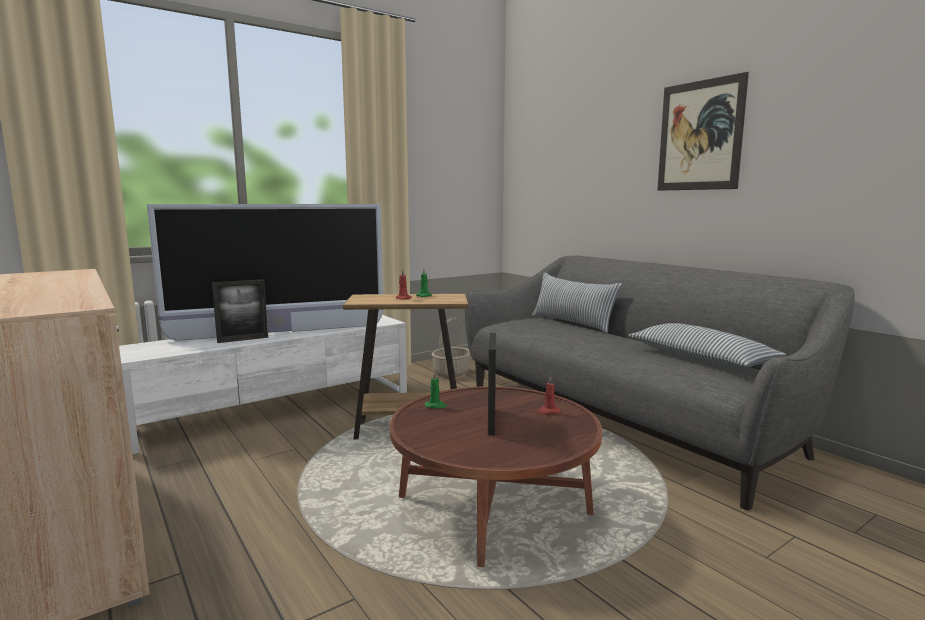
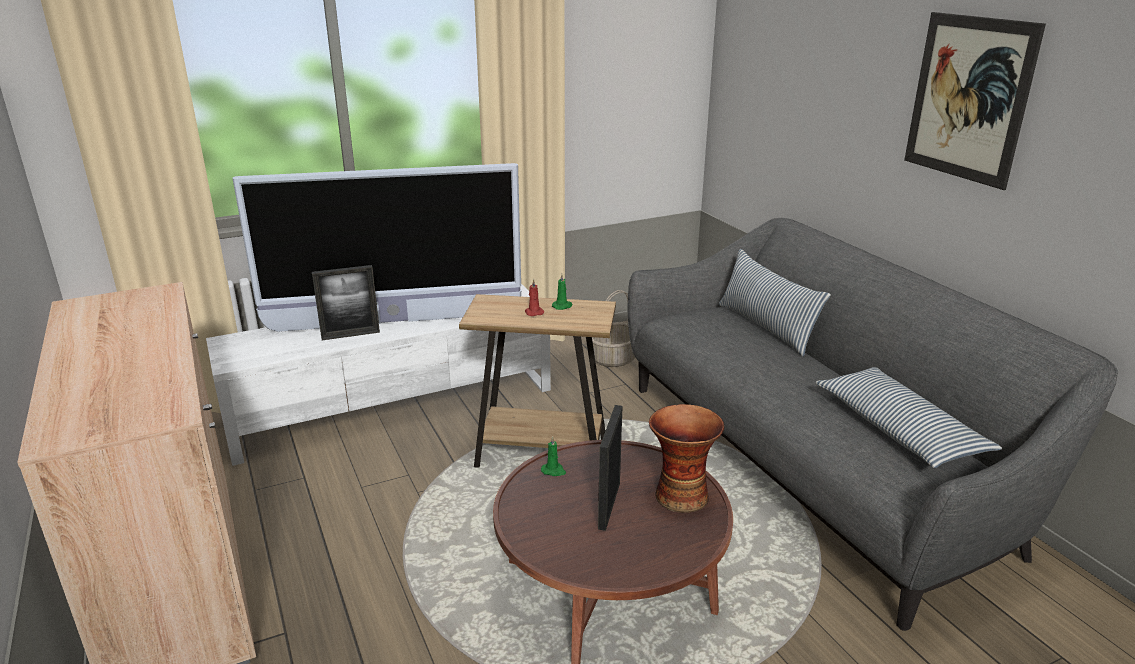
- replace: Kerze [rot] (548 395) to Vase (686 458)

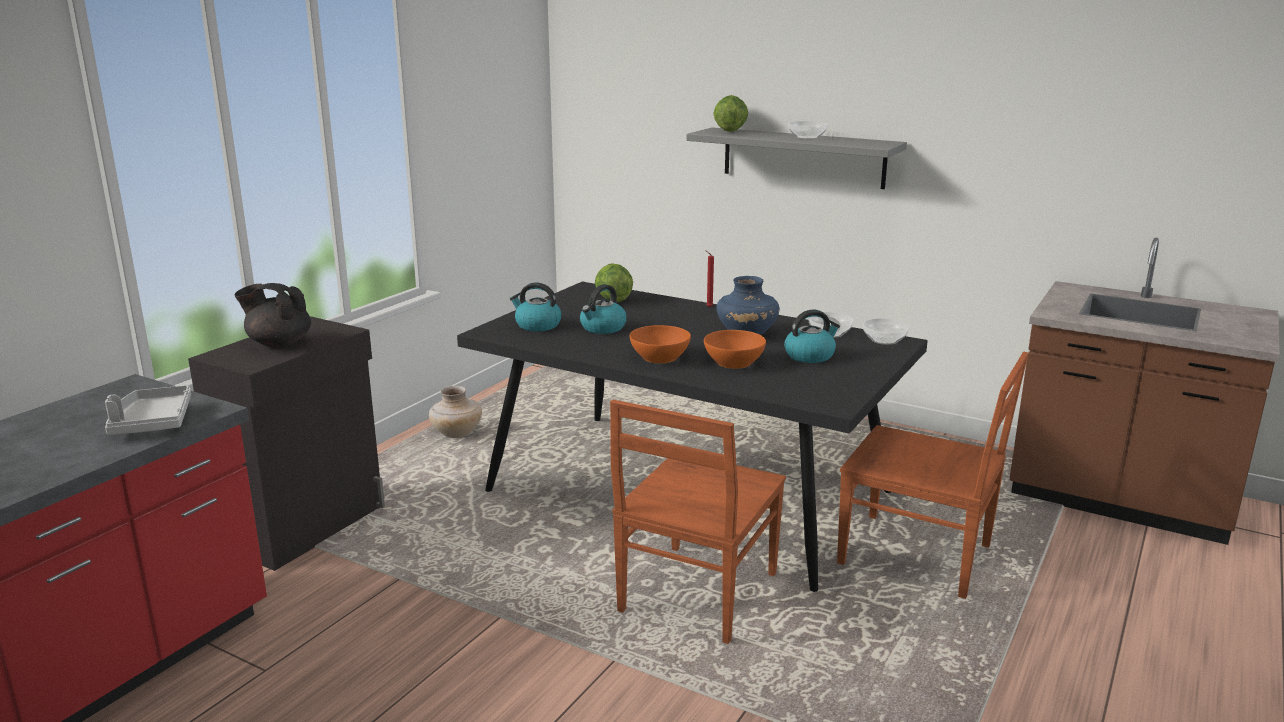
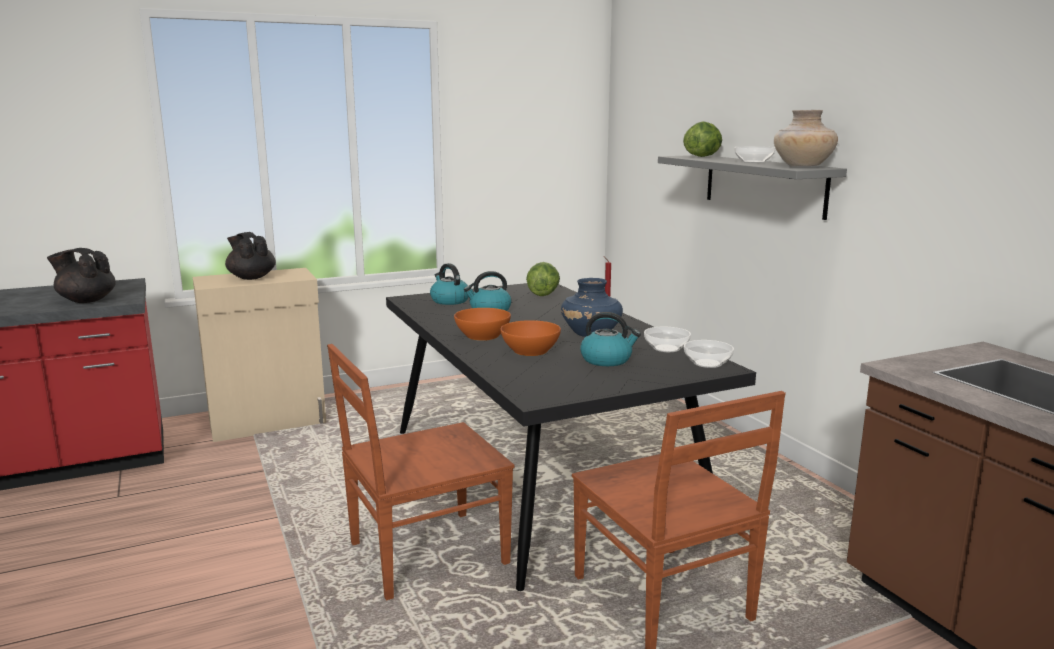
- replace: Tablett [grau] (148 410) to Teekanne [schwarz] (81 275)
- recolor: Schrank [schwarz] (286 443) to Schrank [beige] (259 355)
- move: Vase [beige] (455 412) to (806 138)

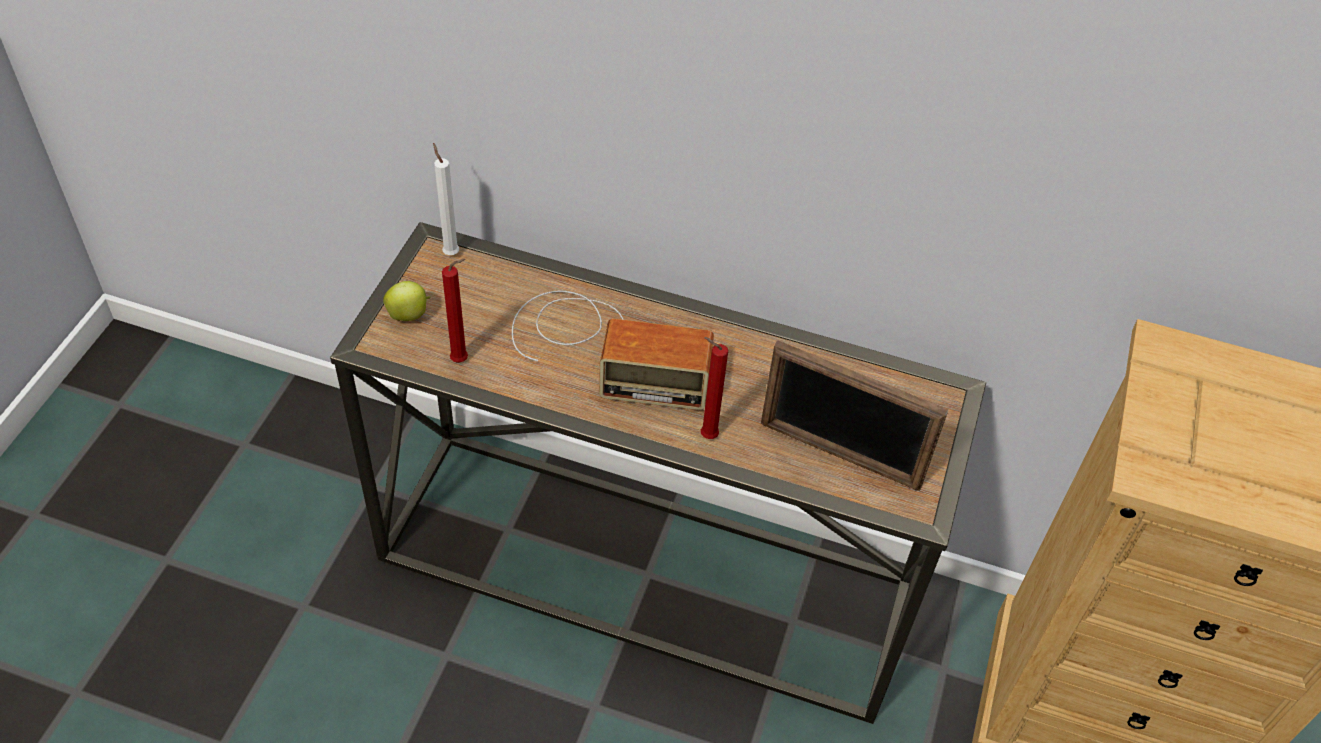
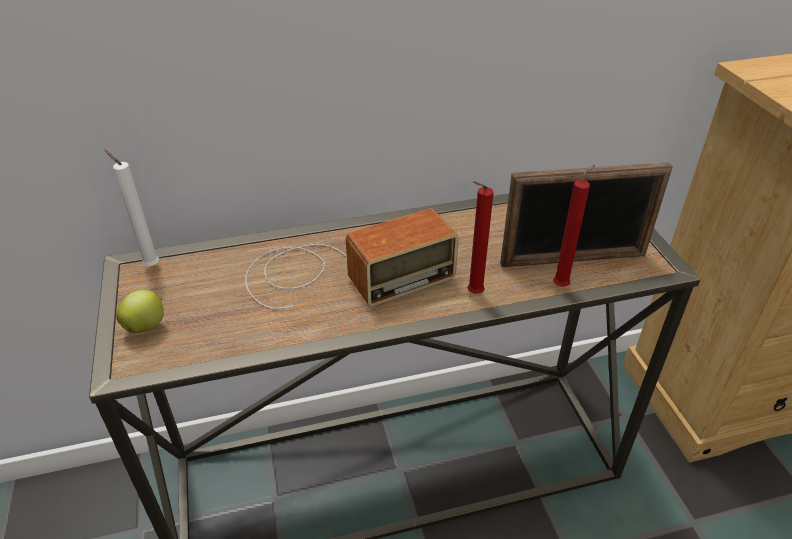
- move: Kerze [rot] (455 311) to (574 226)

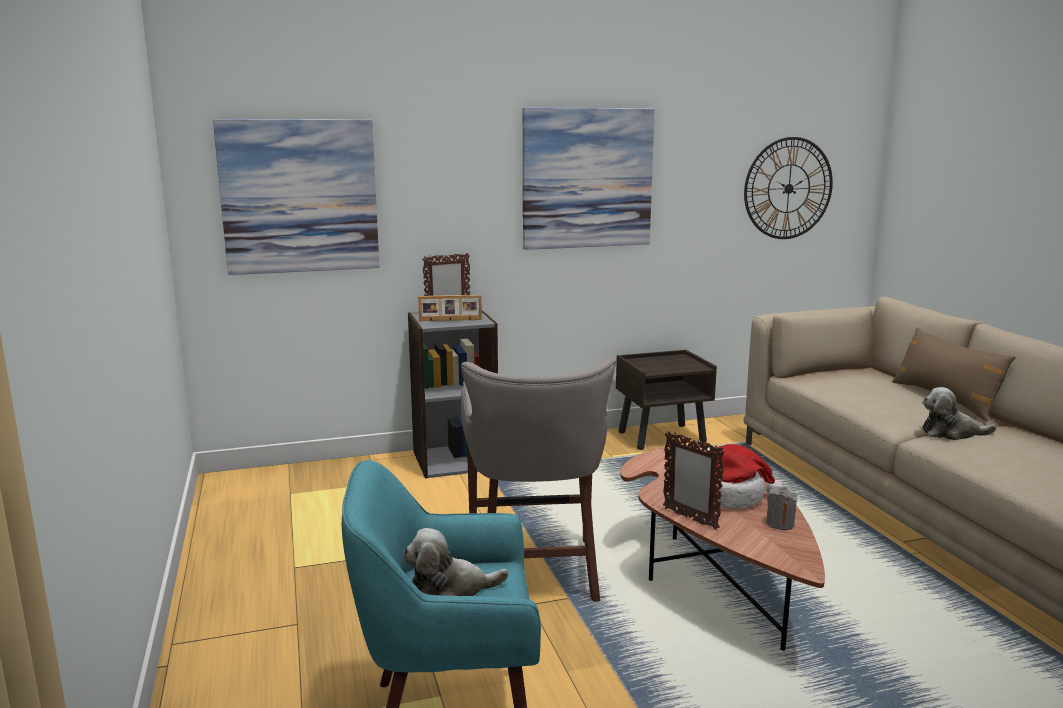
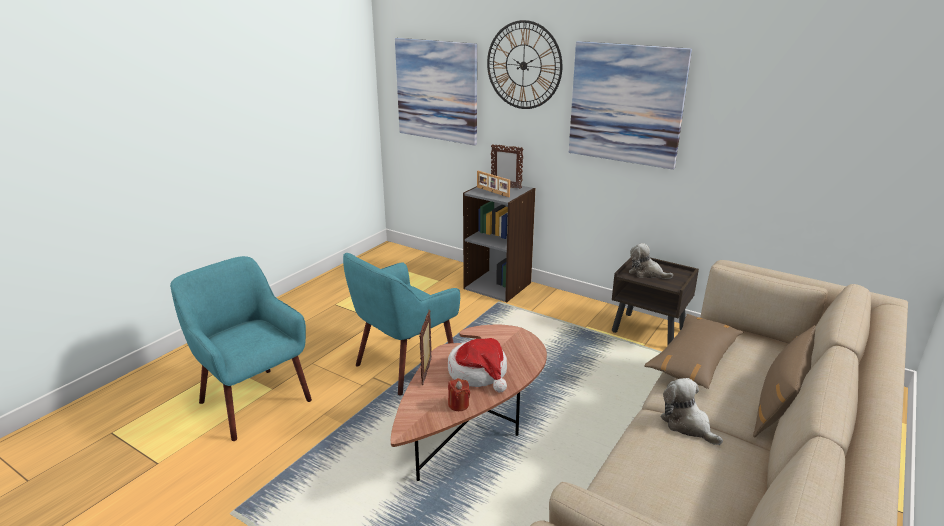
- replace: Hocker [grau] (538 480) to Sessel [türkis] (401 324)
- recolor: Kerze [grau] (782 508) to Kerze [rot] (459 394)
- move: Wanduhr (788 188) to (524 64)
- move: Plüschtier (456 562) to (651 261)
- insert: Kissen [braun] (693 351)

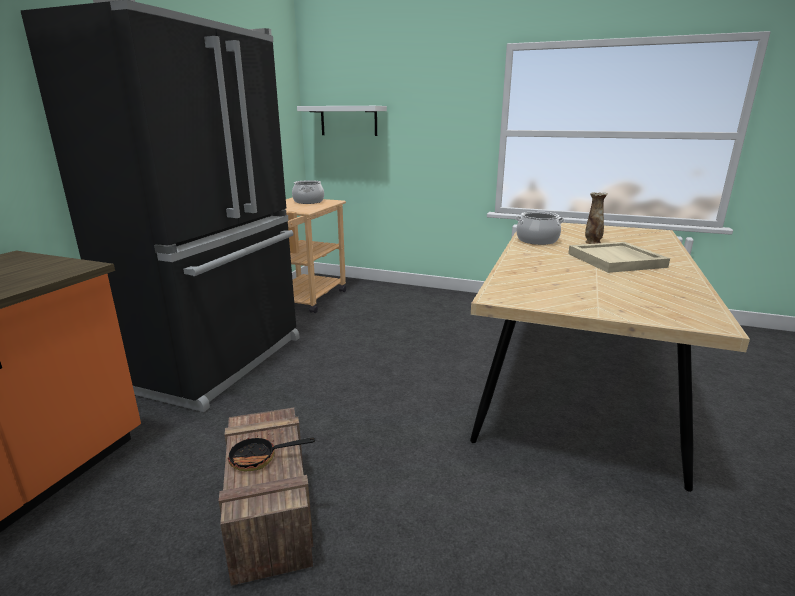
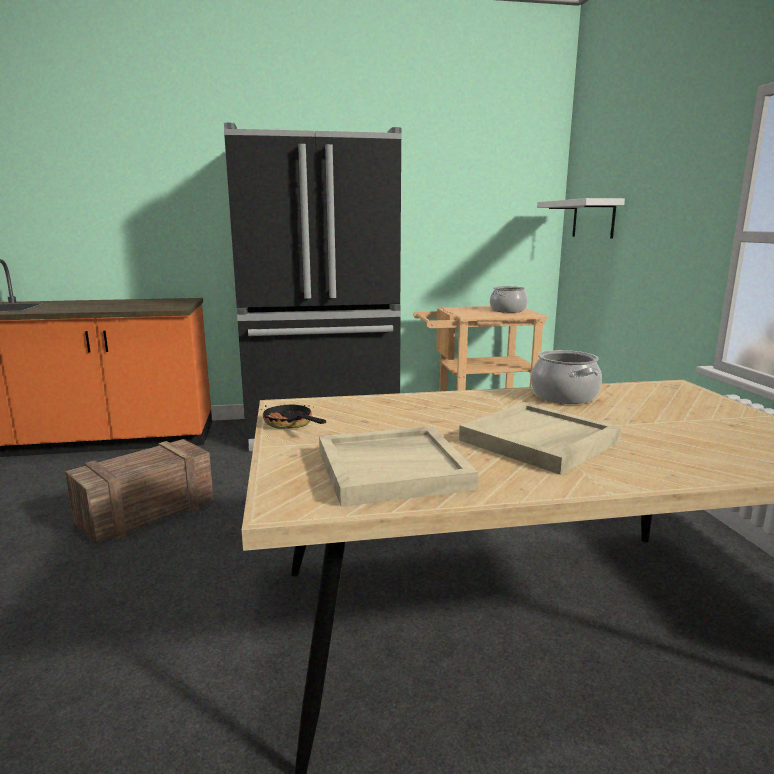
- move: Pfanne (271 450) to (293 415)
- insert: Tablett [beige] (398 466)
- delete: Vase (596 218)

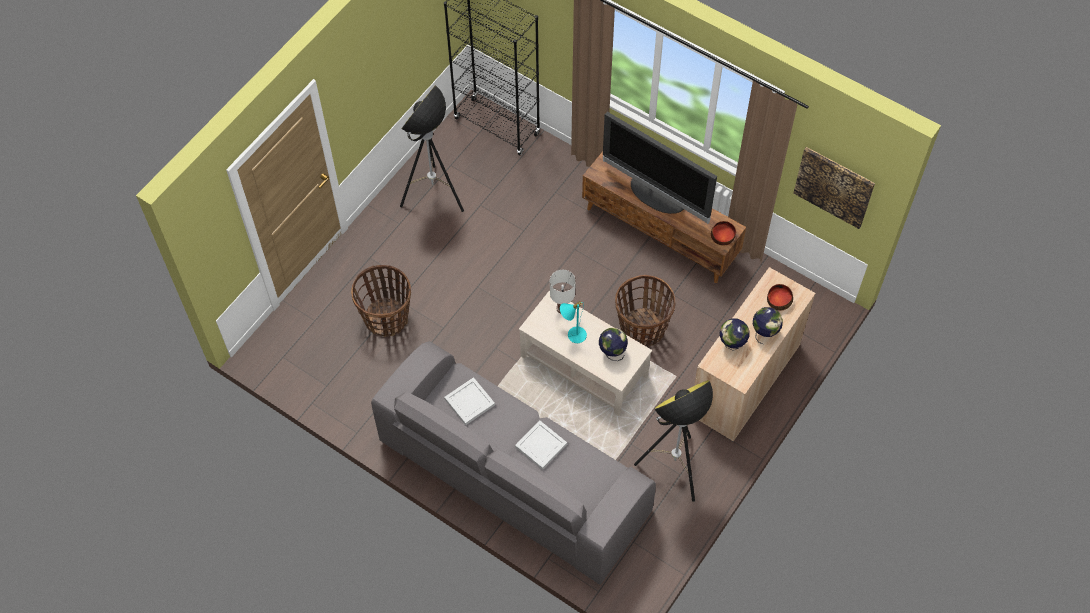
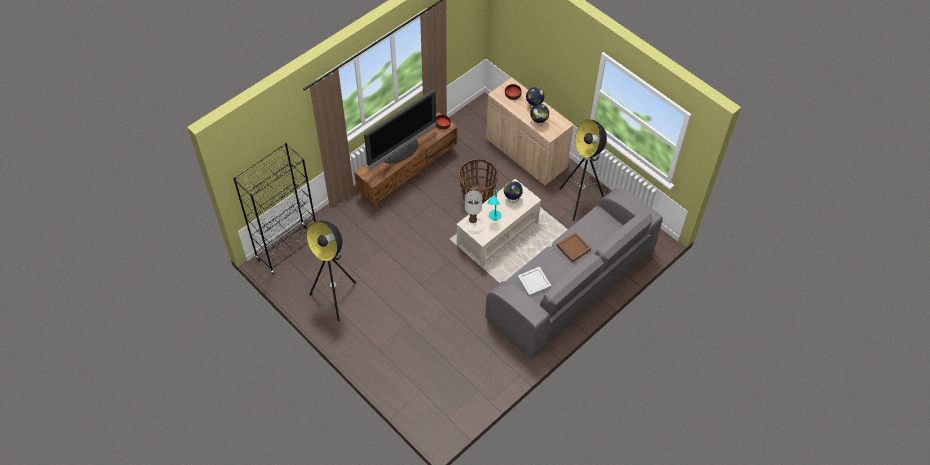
- recolor: Tablett [weiß] (541 445) to Tablett [braun] (574 247)
- delete: Korb (381 301)
- delete: Bild (834 188)

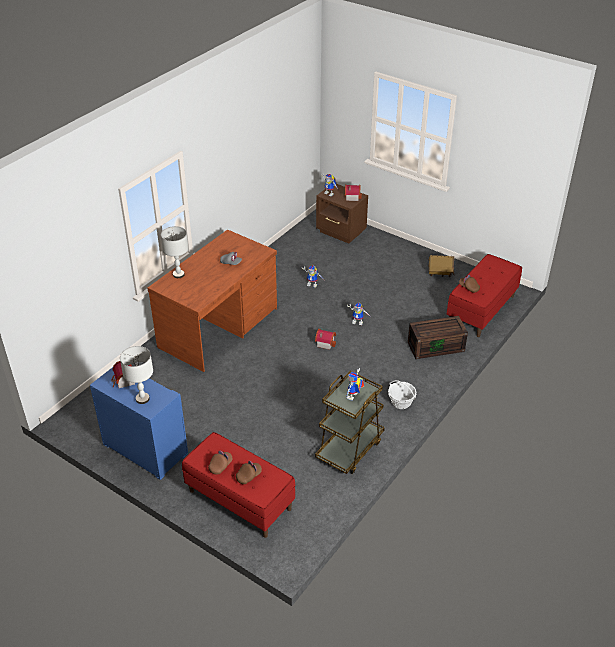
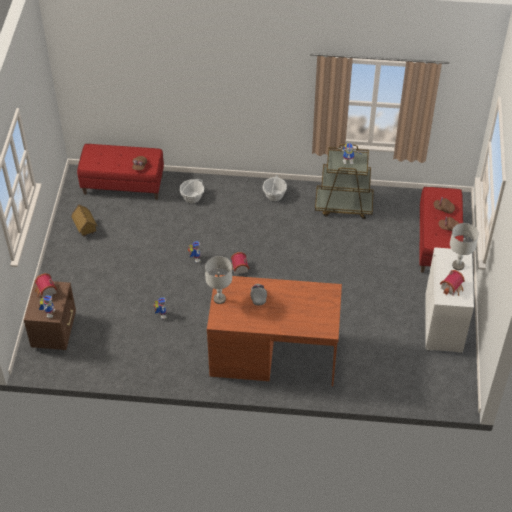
- replace: Aufbewahrungsbox [braun] (438 337) to Korb (192 191)
- move: Tischlampe [grau] (175 252) to (218 280)
- recolor: Kommode [blau] (139 423) to Kommode [weiß] (449 301)

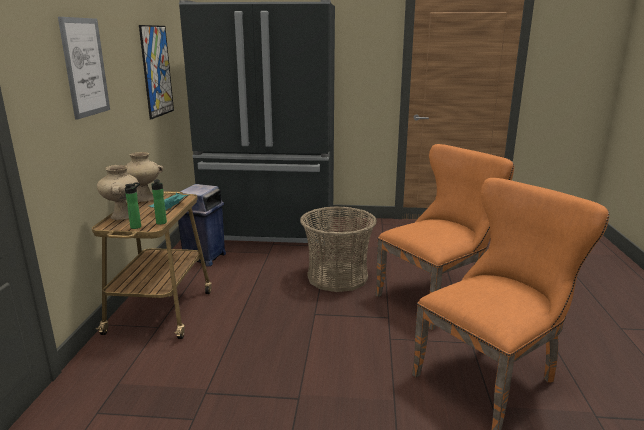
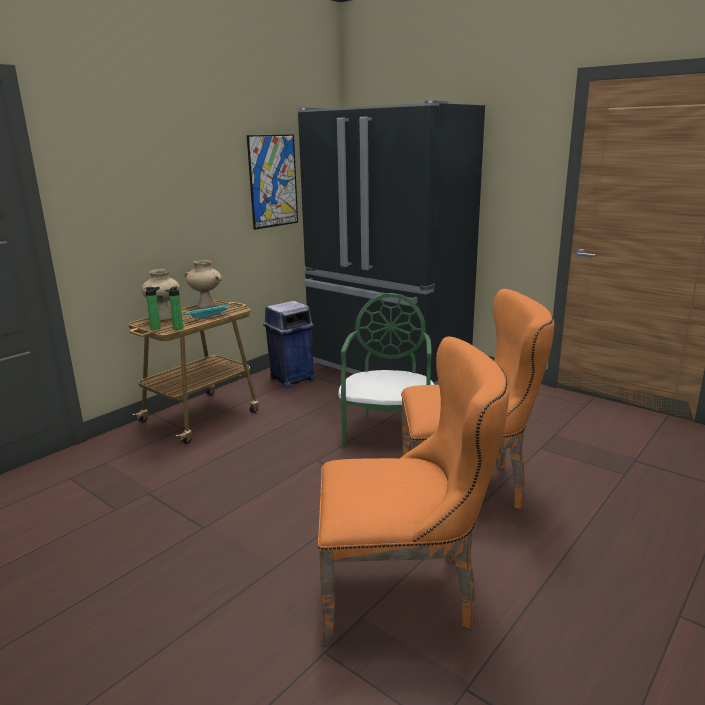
- replace: Korb (338 249) to Stuhl [grün] (386 370)
- delete: Bild (84 68)

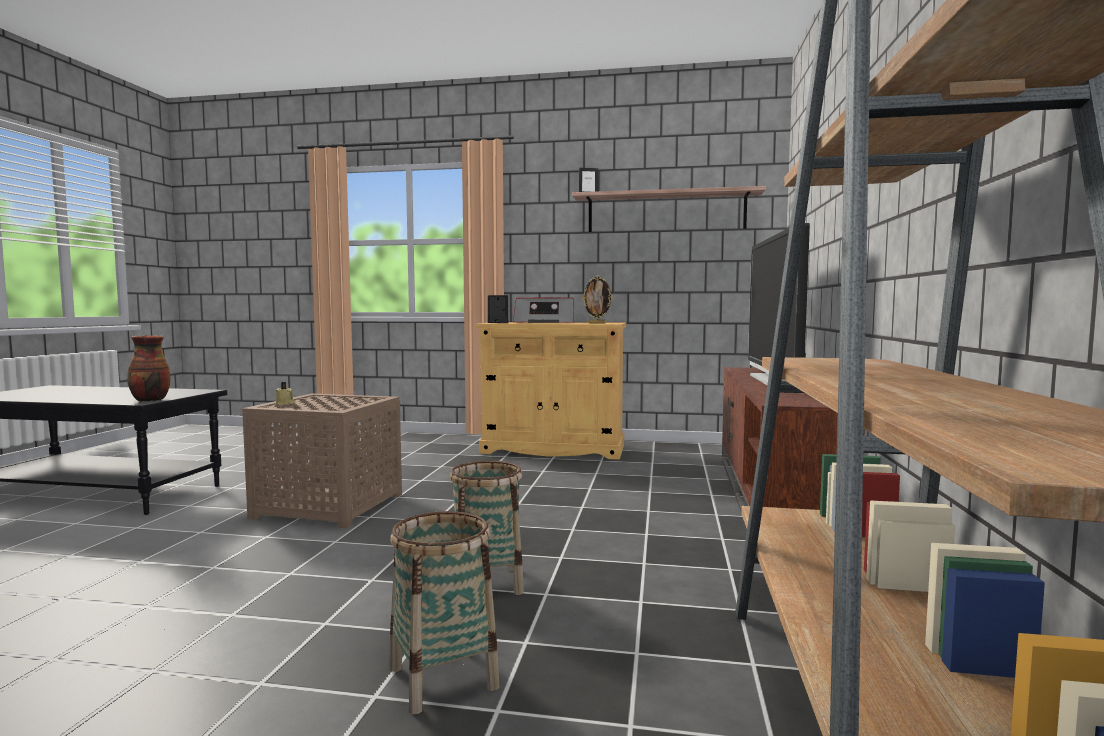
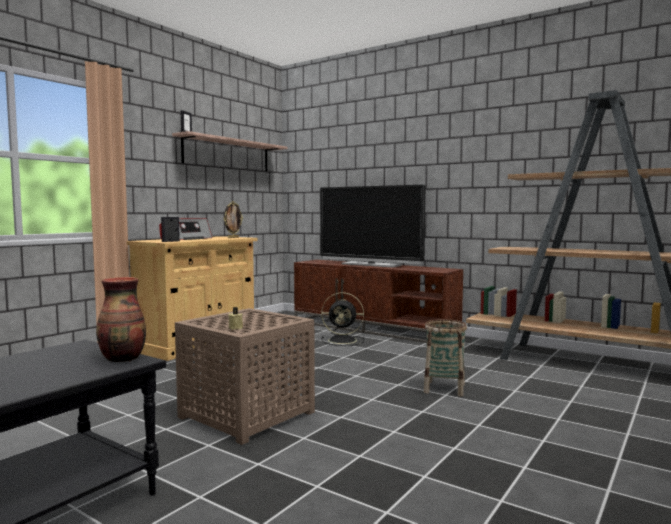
- insert: Ventilator [schwarz] (342 319)
- delete: Korb (444 612)

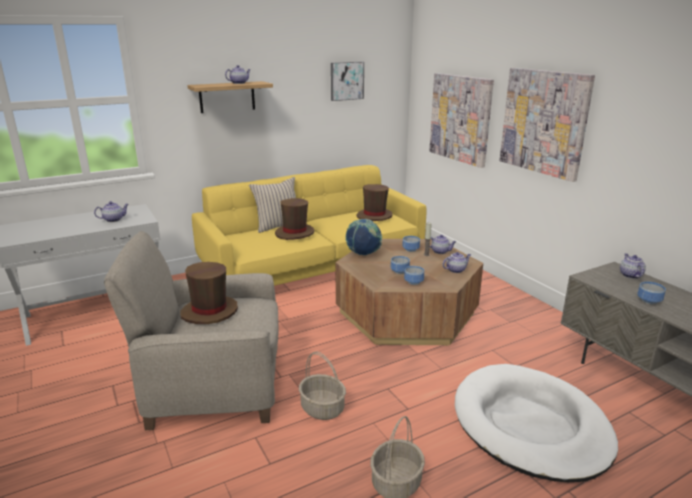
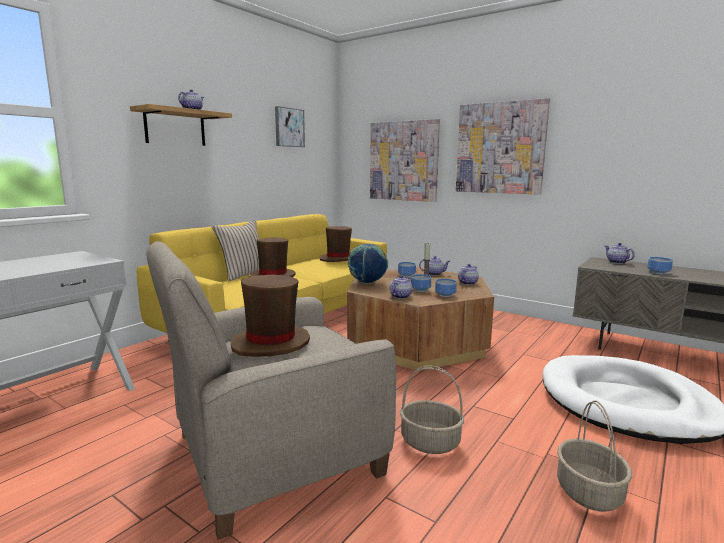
- move: Teekanne (111 211) to (400 287)

